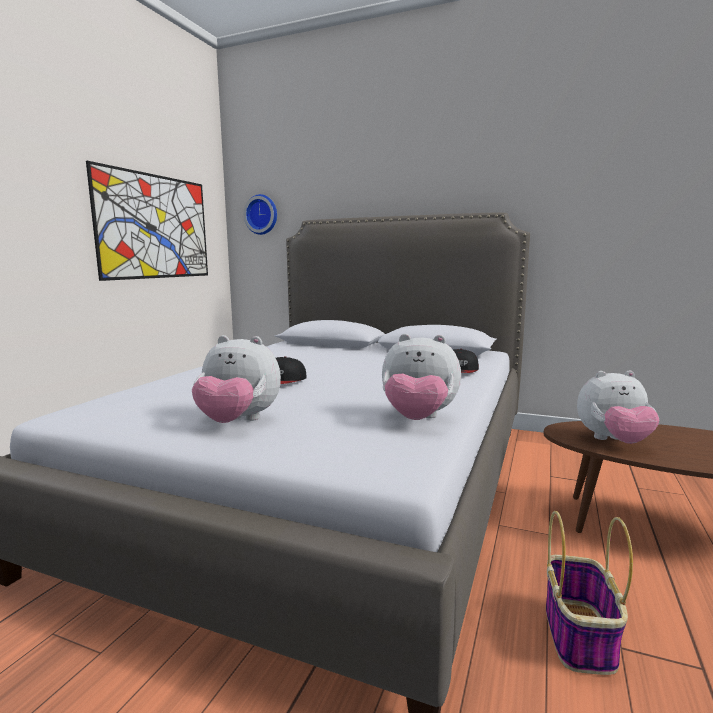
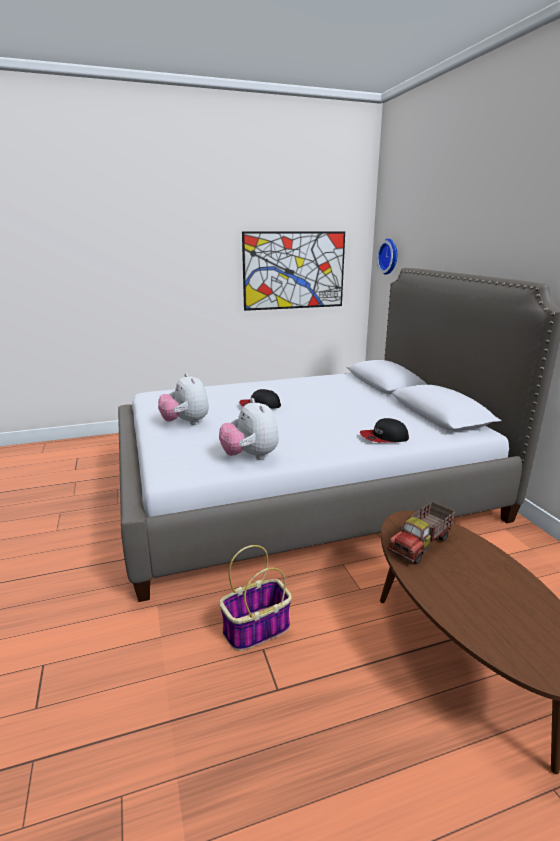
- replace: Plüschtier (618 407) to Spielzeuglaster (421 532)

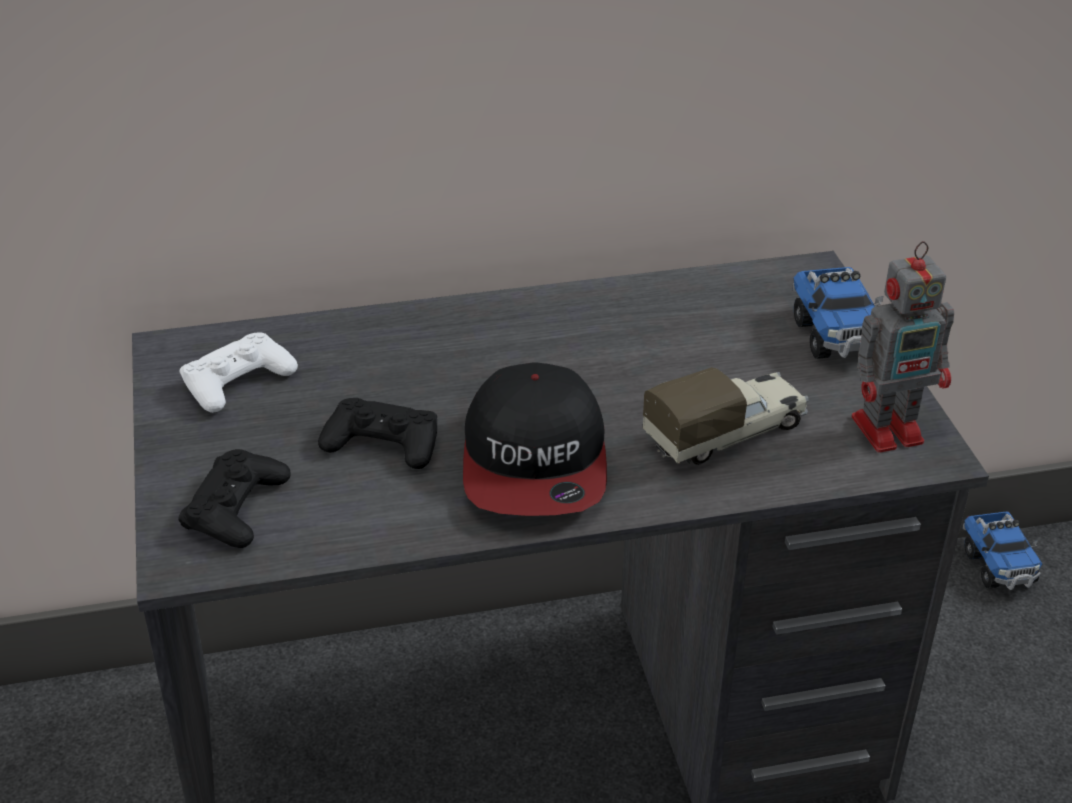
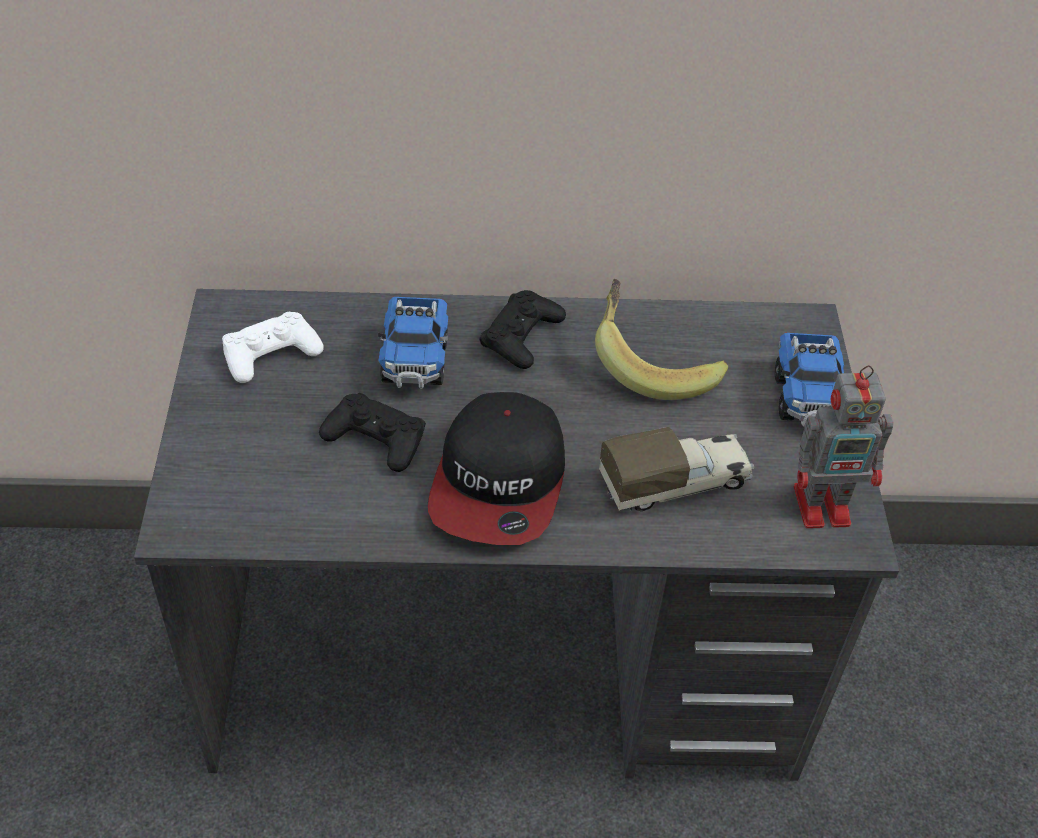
- move: Spielzeuglaster (1002 550) to (413 343)
- move: Gamepad [schwarz] (235 498) to (522 329)
- insert: Banane (661 339)

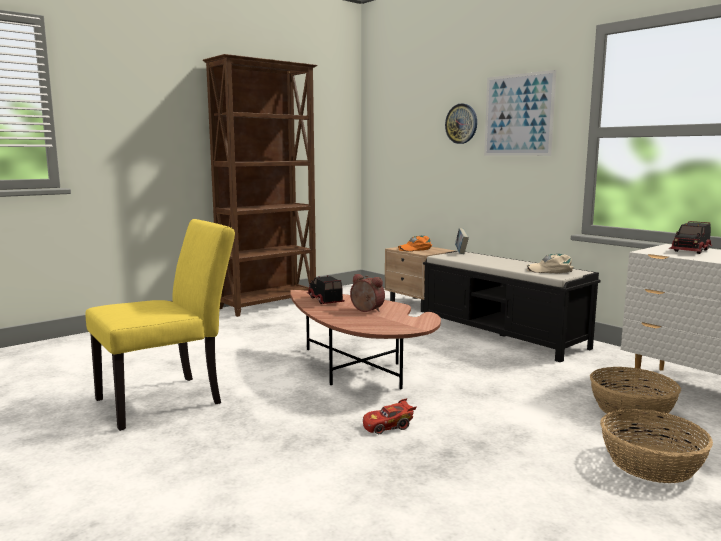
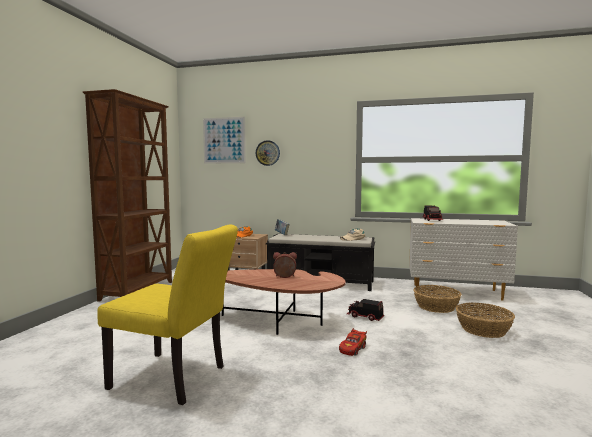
- rotate: Stuhl [gelb] (160 325) = (167 314) 90 degrees clockwise
- move: Bild (520 113) to (224 140)
- move: Spielzeuglaster (326 289) to (365 310)

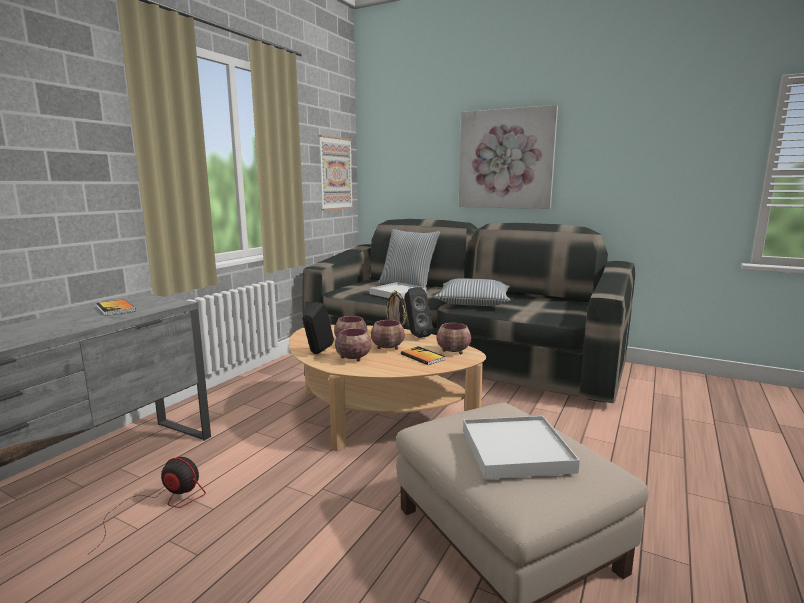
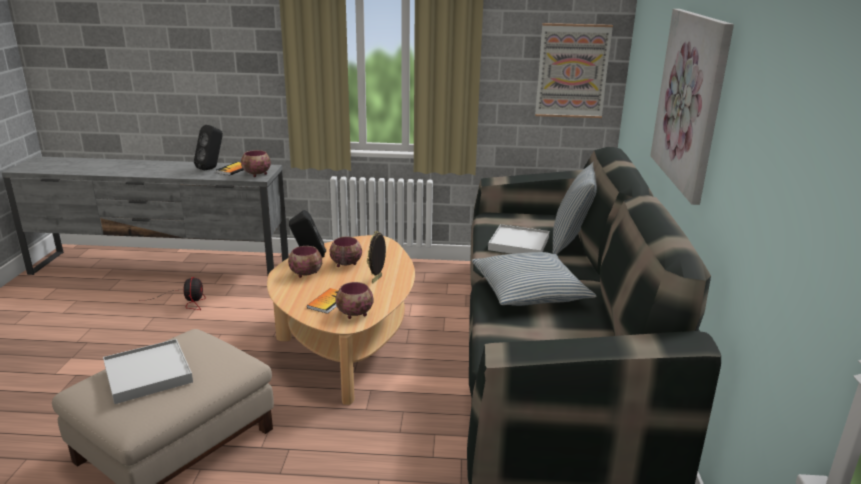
- move: Lautsprecher [schwarz] (418 312) to (208 148)
- move: Schüssel (388 335) to (256 163)

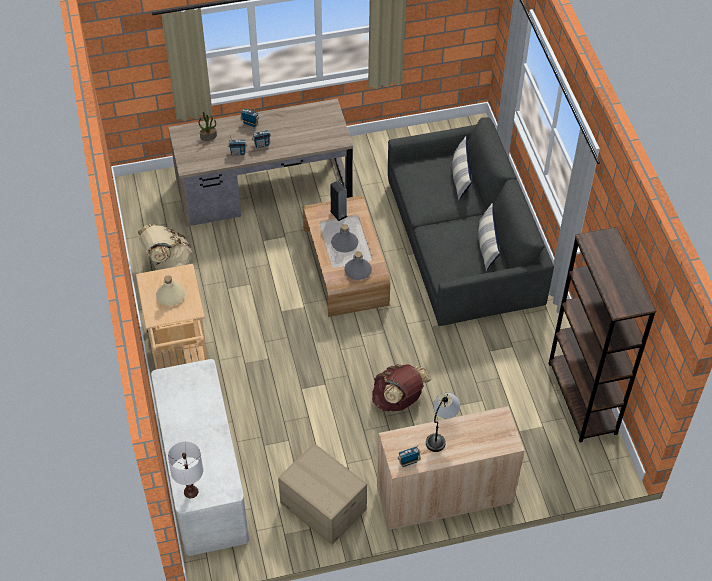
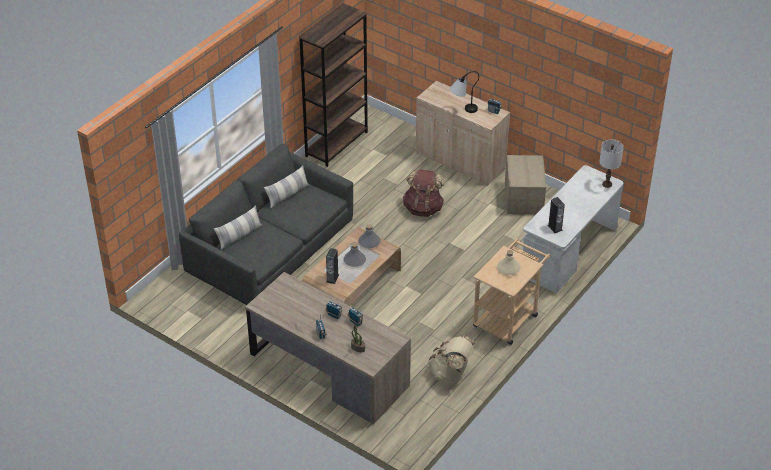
- insert: Lautsprecher (556 215)

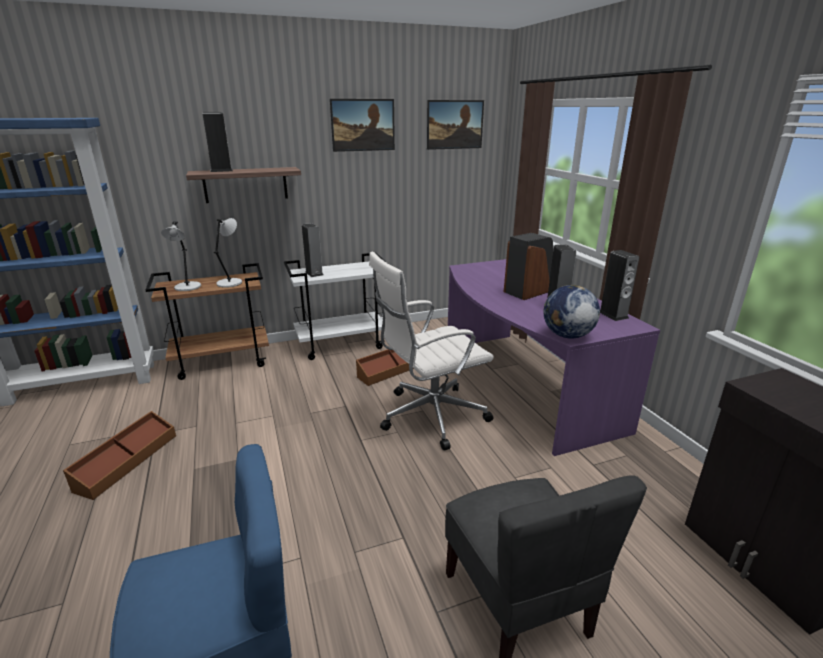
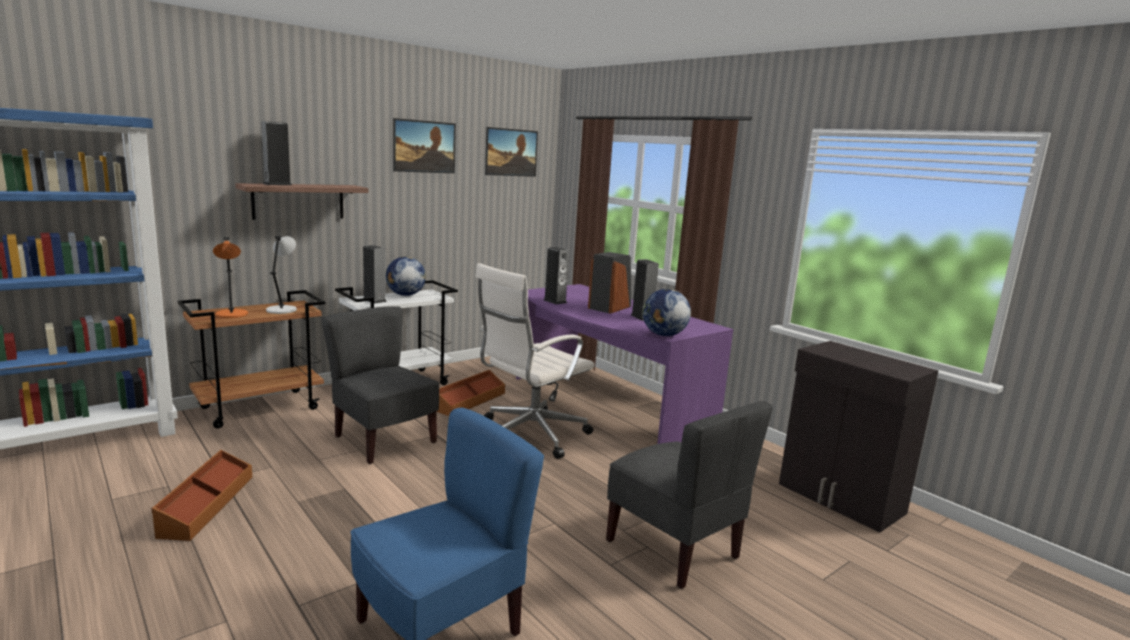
- recolor: Tischlampe [grau] (181 256) to Tischlampe [orange] (230 277)
- insert: Stuhl [grau] (380 385)
- insert: Globus (406 276)
- move: Lautsprecher (619 285) to (556 276)

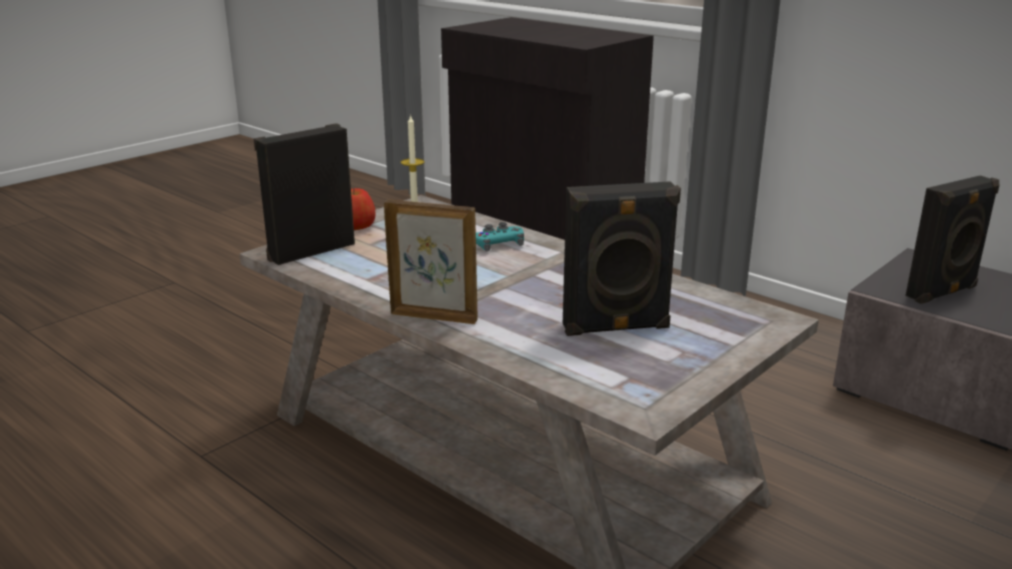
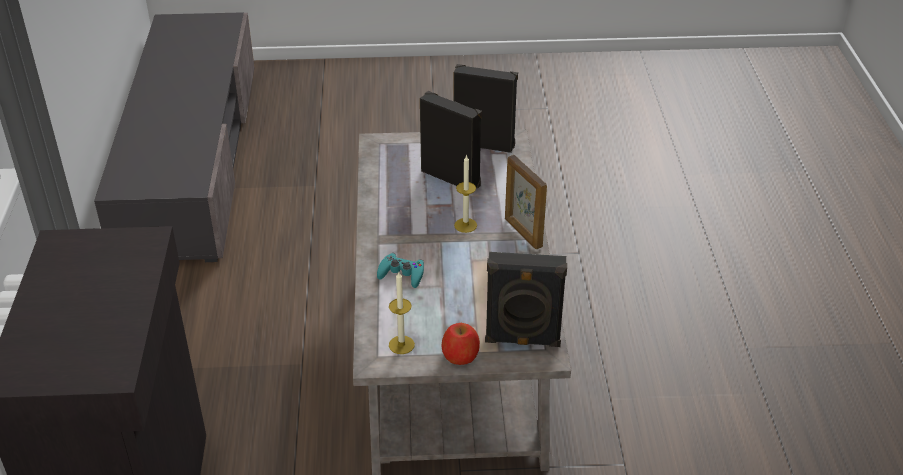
- move: Lautsprecher [schwarz] (952 239) to (486 108)
- insert: Kerze (465 193)

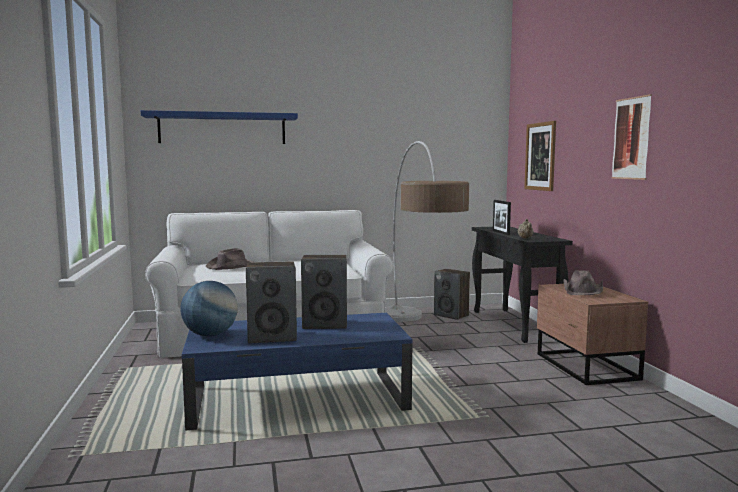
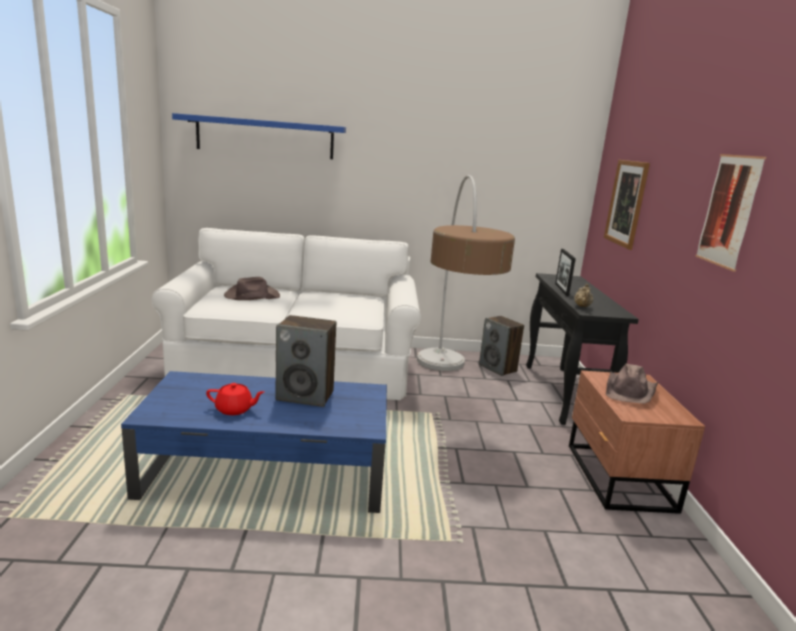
- replace: Lautsprecher (271 302) to Teekanne [rot] (235 399)
- delete: Globus (209 308)

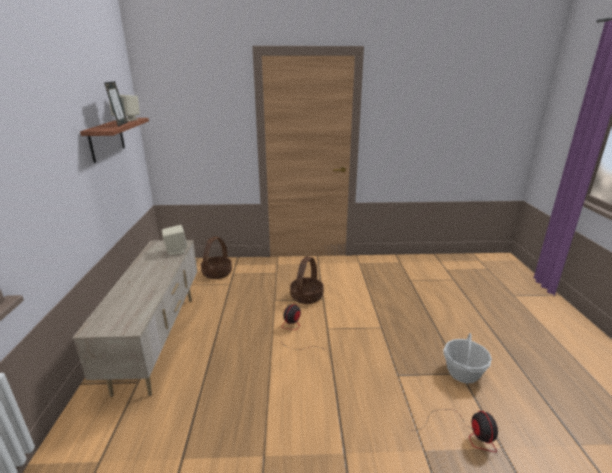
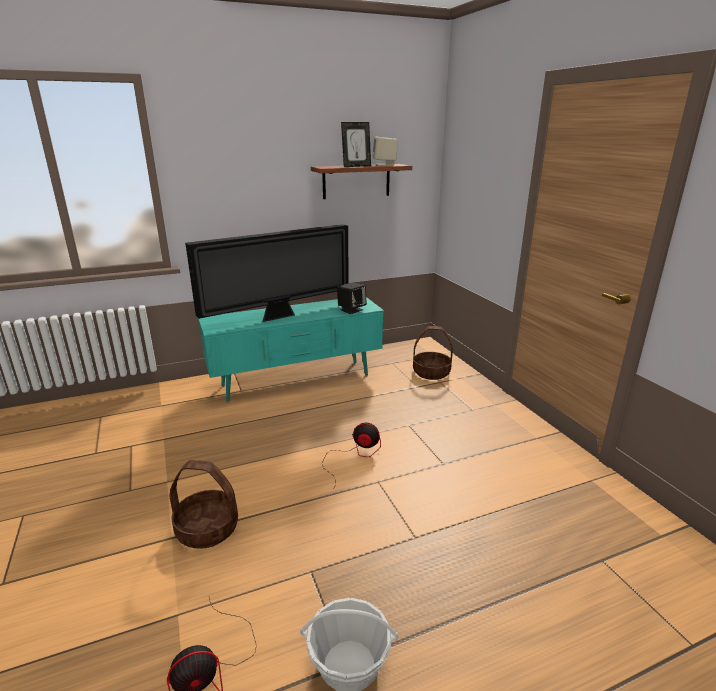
- move: Korb (307 280) to (203 504)
- insert: Fernseher (267 273)
- recolor: Fernsehschrank [beige] (134 318) to Fernsehschrank [türkis] (291 349)
- recolor: Lautsprecher [beige] (174 240) to Lautsprecher [schwarz] (352 298)

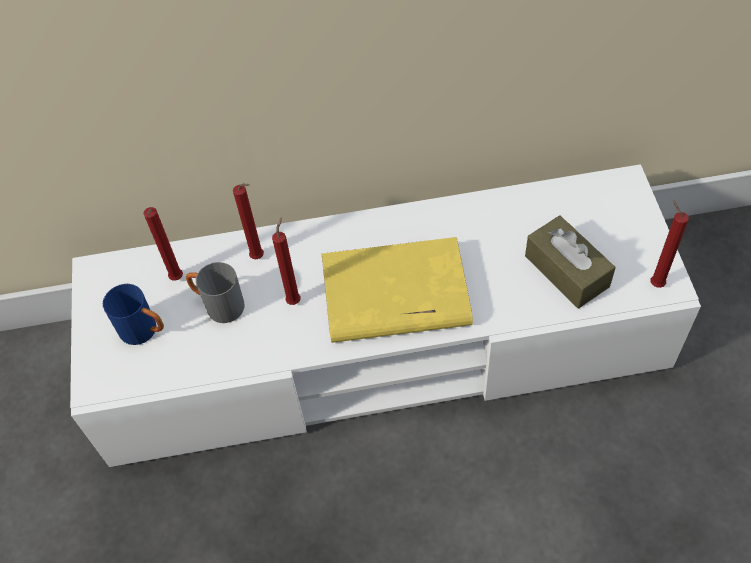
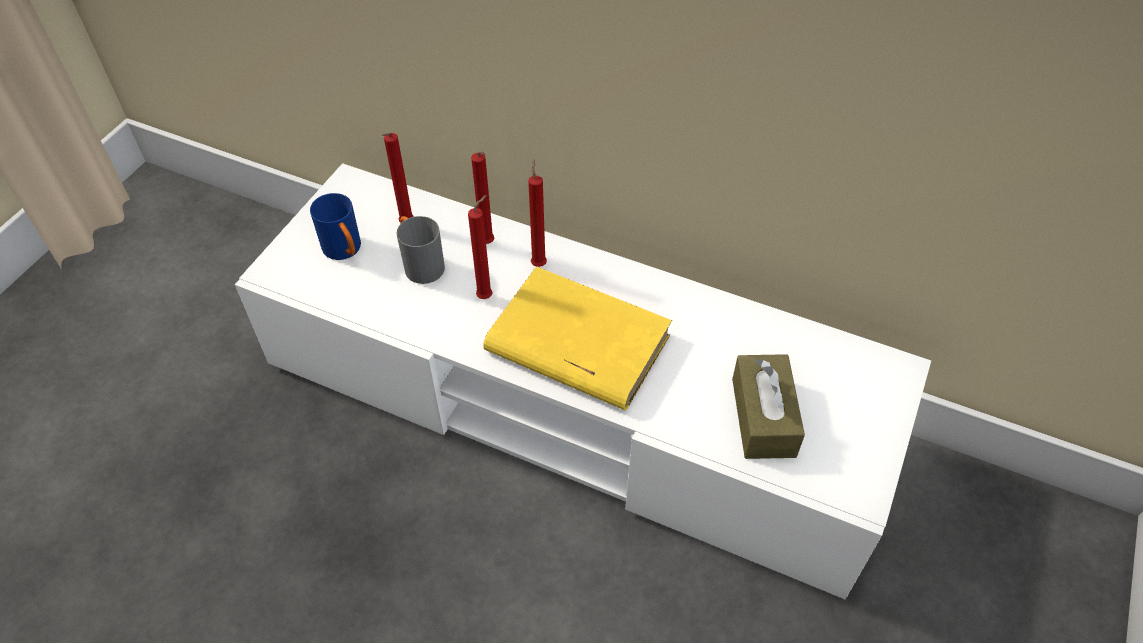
- move: Kerze [rot] (670 244) to (537 213)

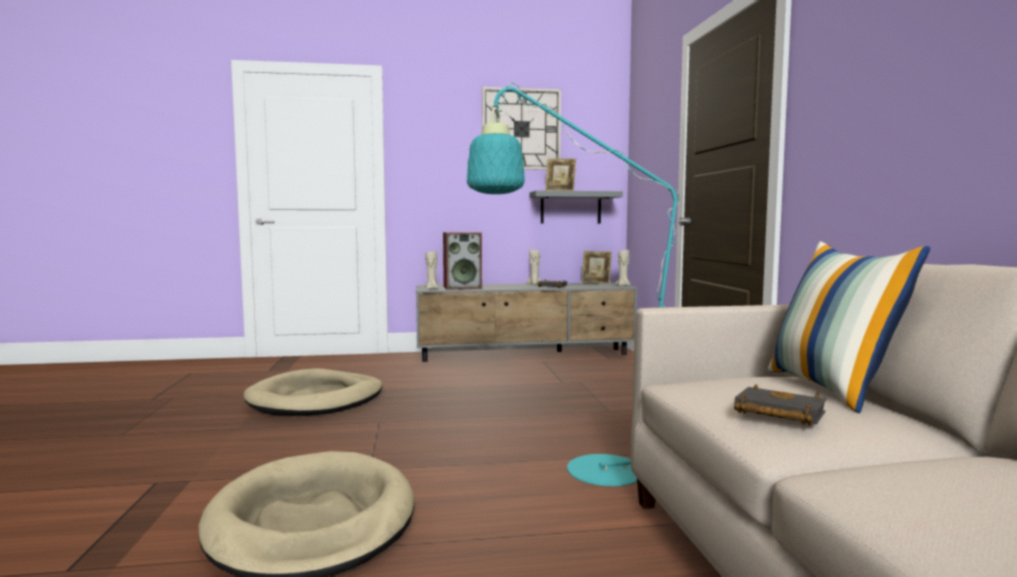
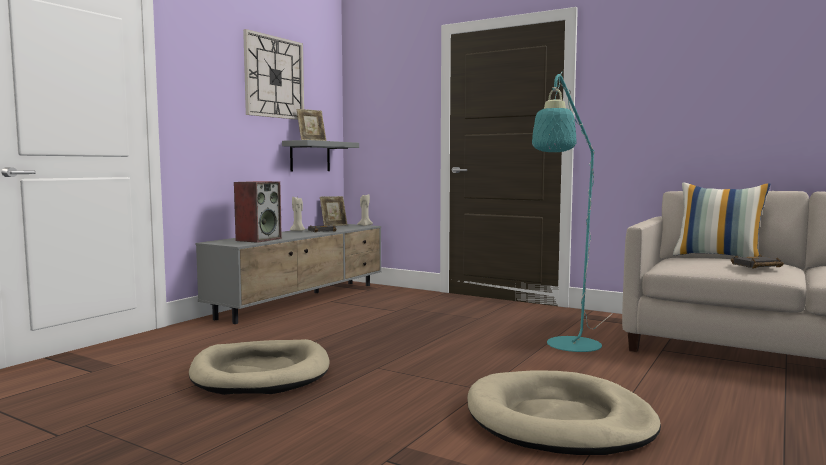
- delete: Kerze [beige] (431 270)

